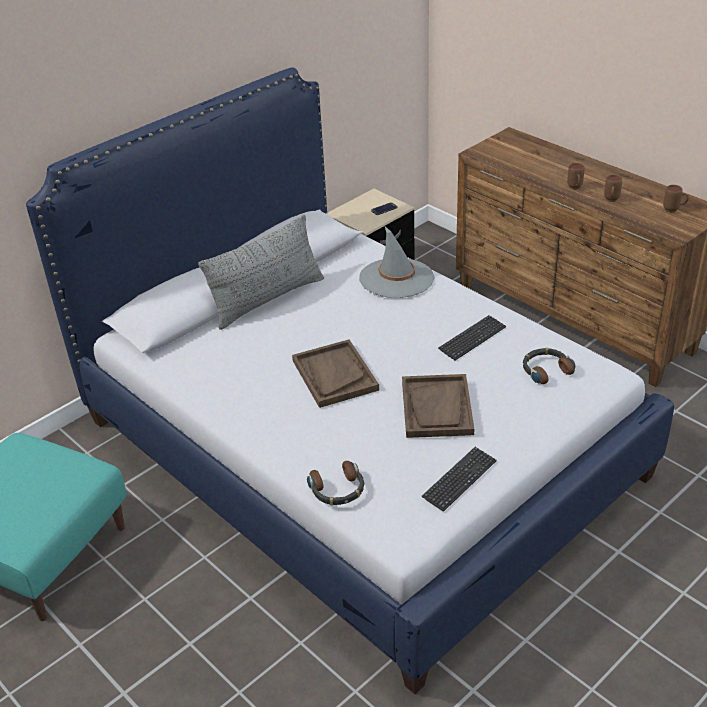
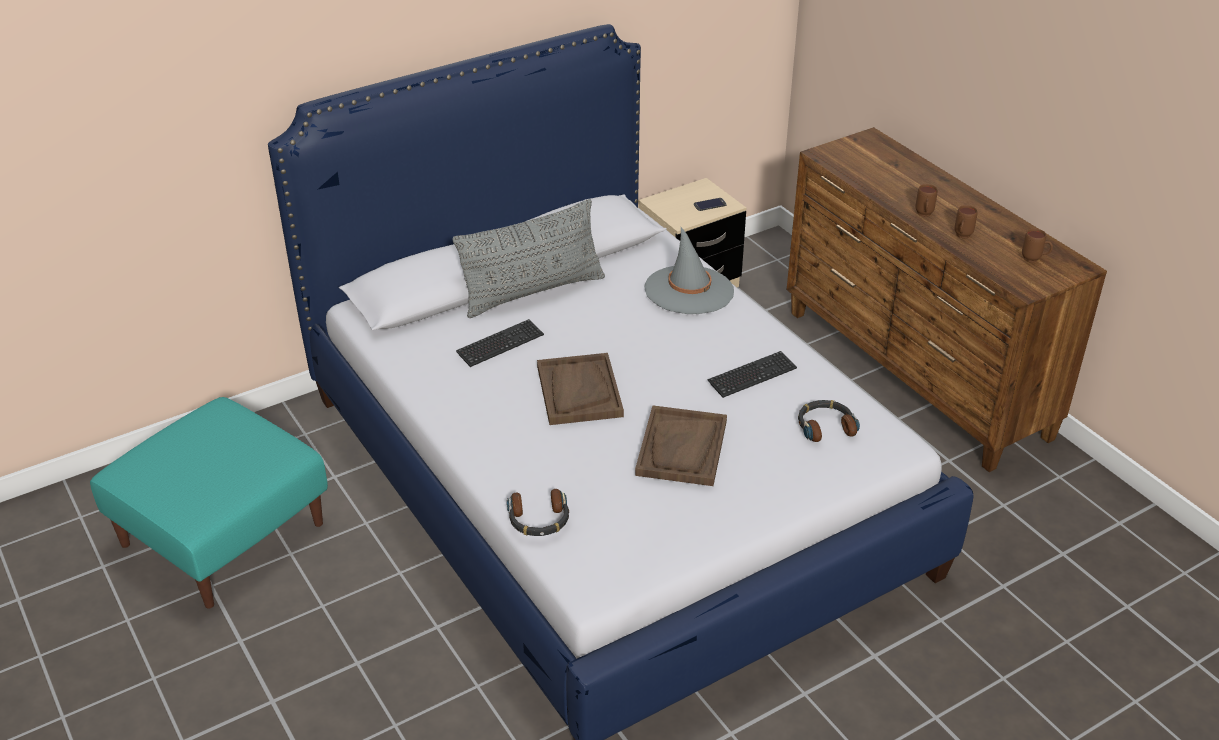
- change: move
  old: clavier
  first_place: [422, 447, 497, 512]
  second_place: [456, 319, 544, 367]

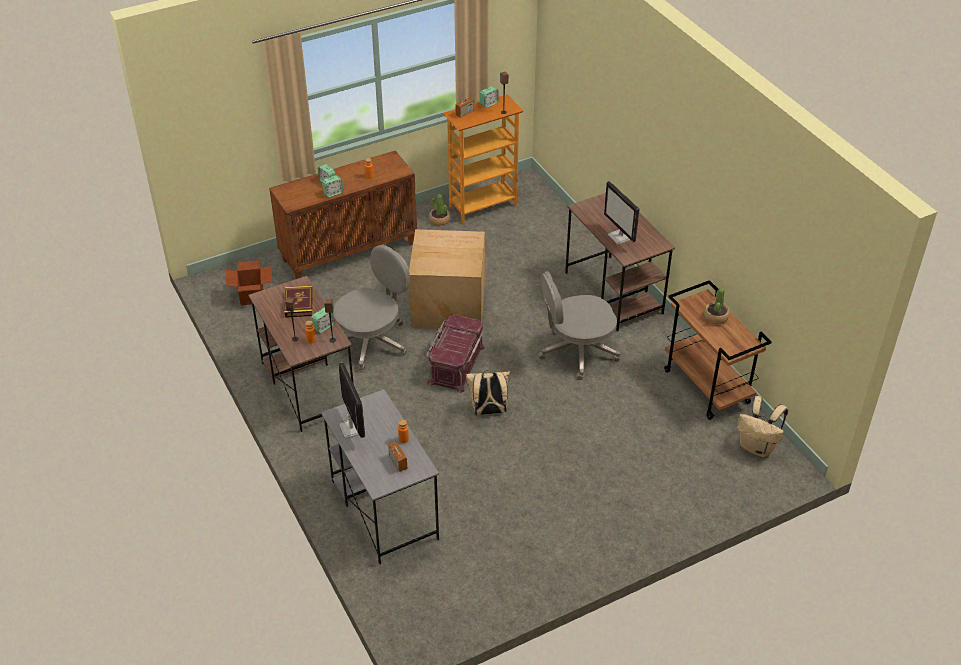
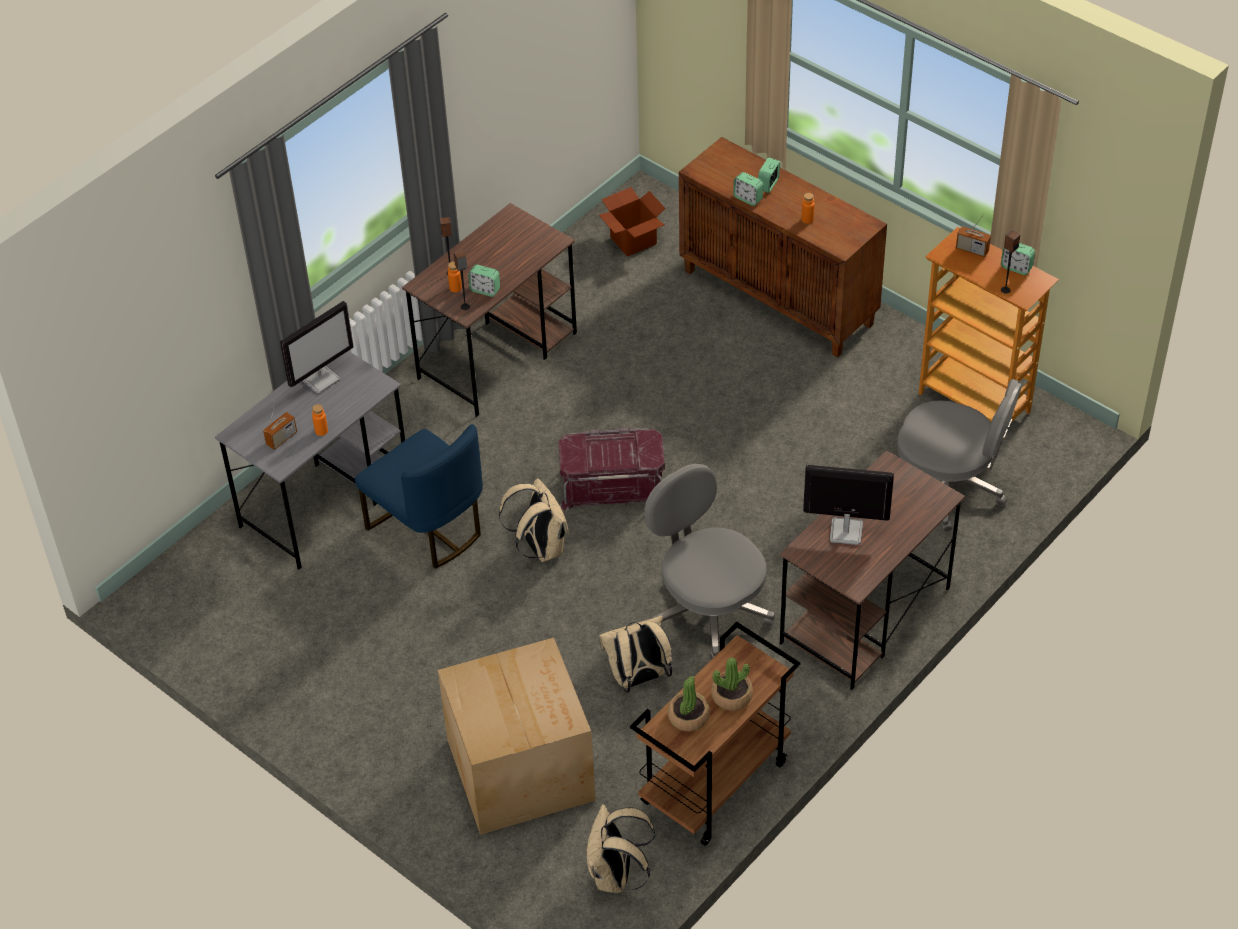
- change: insert
  new: chaise [bleu]
  second_place: [355, 424, 483, 569]
- change: move
  old: carton
  first_place: [409, 229, 485, 329]
  second_place: [438, 638, 596, 835]
- change: insert
  new: sac à dos [beige]
  second_place: [599, 615, 672, 693]
- change: move
  old: plante en pot
  first_place: [429, 194, 450, 226]
  second_place: [668, 676, 710, 731]
- change: rotate
  old: écran d'ordinateur
  first_place: [604, 181, 639, 245]
  second_place: [803, 465, 894, 545]
  degrees: 60
- change: move
  old: chaise de bureau [gris]
  first_place: [333, 245, 410, 371]
  second_place: [897, 379, 1022, 532]
- change: delete
  old: livre
  first_place: [284, 286, 313, 318]

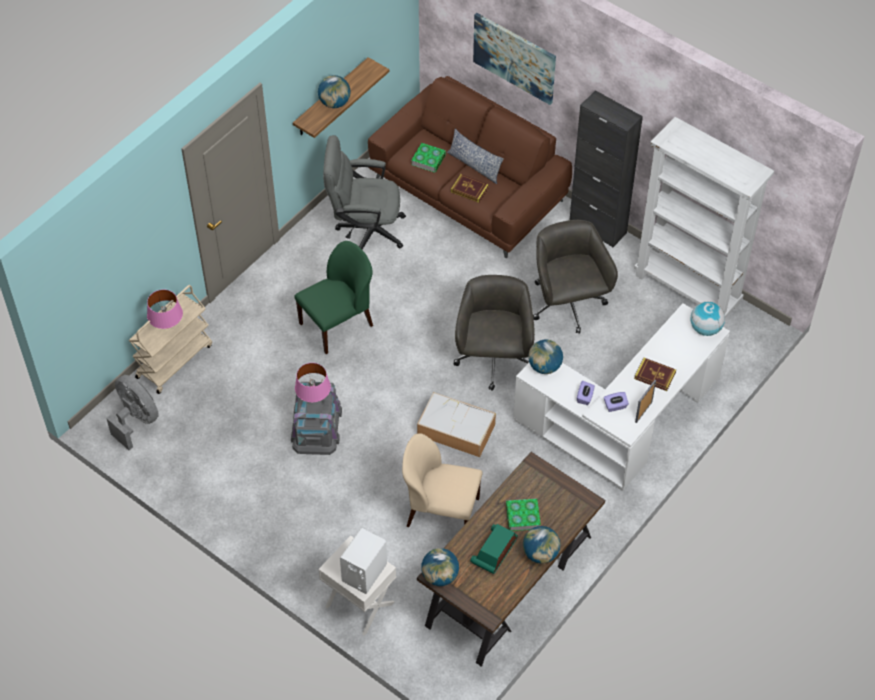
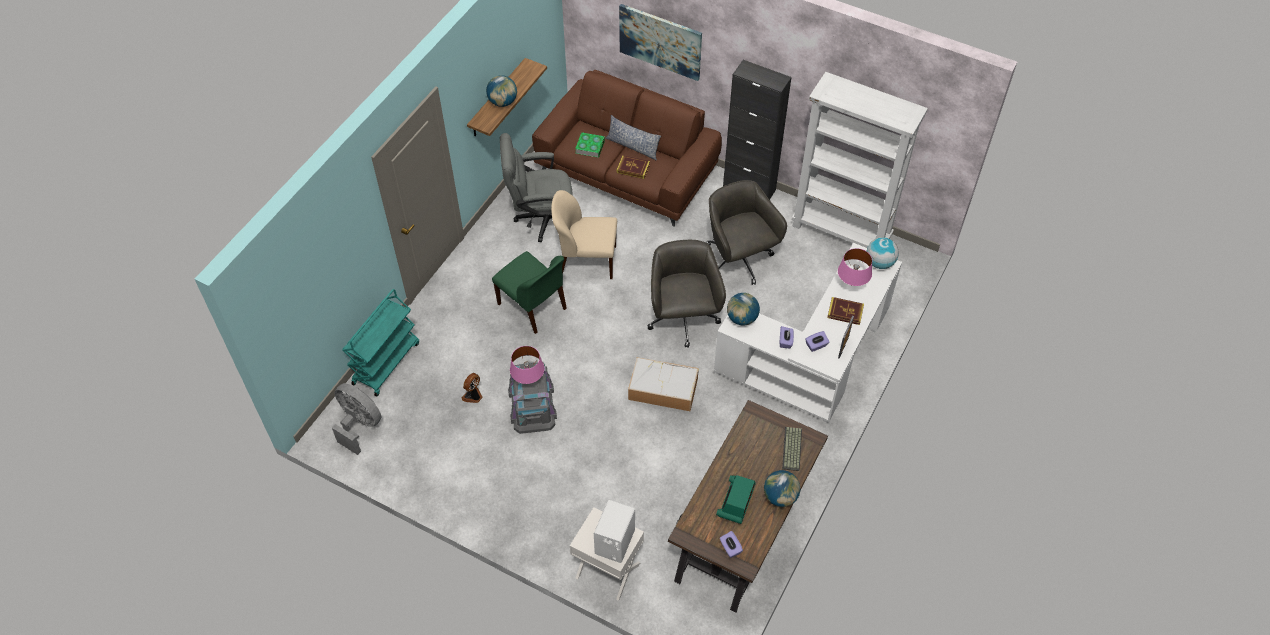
- change: recolor
  old: chariot [beige]
  new: chariot [turquoise]
  first_place: [129, 285, 212, 394]
  second_place: [342, 289, 419, 397]
- change: insert
  new: ventilateur
  second_place: [462, 373, 483, 403]
- change: rotate
  old: chaise [vert]
  first_place: [294, 241, 373, 354]
  second_place: [492, 251, 567, 334]
  degrees: 90
- change: move
  old: chaise [beige]
  first_place: [402, 433, 482, 527]
  second_place: [551, 190, 617, 279]
- change: insert
  new: boîte à mouchoirs [violet]
  second_place: [720, 531, 743, 558]
- change: insert
  new: clavier
  second_place: [782, 427, 802, 471]
- change: move
  old: lampe de table [rose]
  first_place: [147, 290, 183, 329]
  second_place: [838, 248, 872, 286]
- change: delete
  old: globe
  first_place: [421, 548, 459, 586]
- change: delete
  old: livre
  first_place: [506, 499, 541, 531]

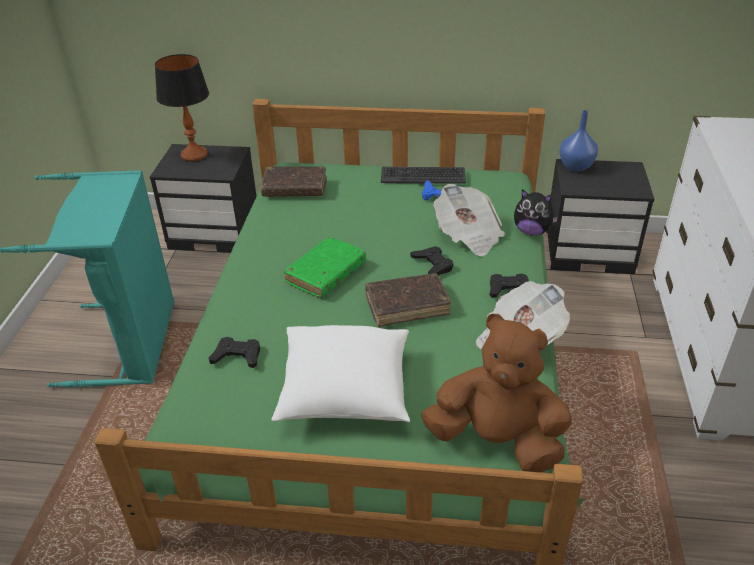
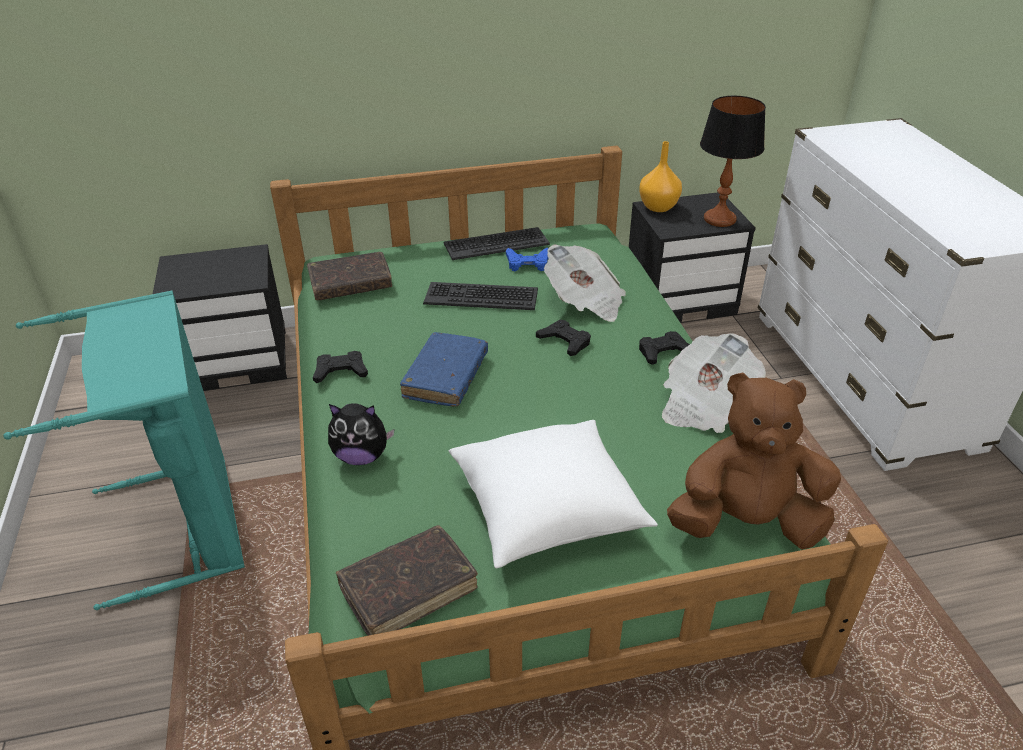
- change: move
  old: manette [noir]
  first_place: [209, 337, 260, 368]
  second_place: [313, 351, 368, 383]
- change: move
  old: peluche
  first_place: [514, 189, 559, 235]
  second_place: [328, 403, 395, 465]
- change: move
  old: livre [marron]
  first_place: [365, 273, 452, 327]
  second_place: [336, 525, 478, 636]
- change: recolor
  old: livre [vert]
  new: livre [bleu]
  first_place: [283, 237, 366, 297]
  second_place: [400, 332, 488, 406]
- change: insert
  new: clavier
  second_place: [423, 282, 538, 310]
- change: recolor
  old: vase [bleu]
  new: vase [orange]
  first_place: [559, 110, 598, 172]
  second_place: [639, 141, 682, 212]
- change: move
  old: lampe de table
  first_place: [155, 54, 209, 162]
  second_place: [700, 96, 766, 227]

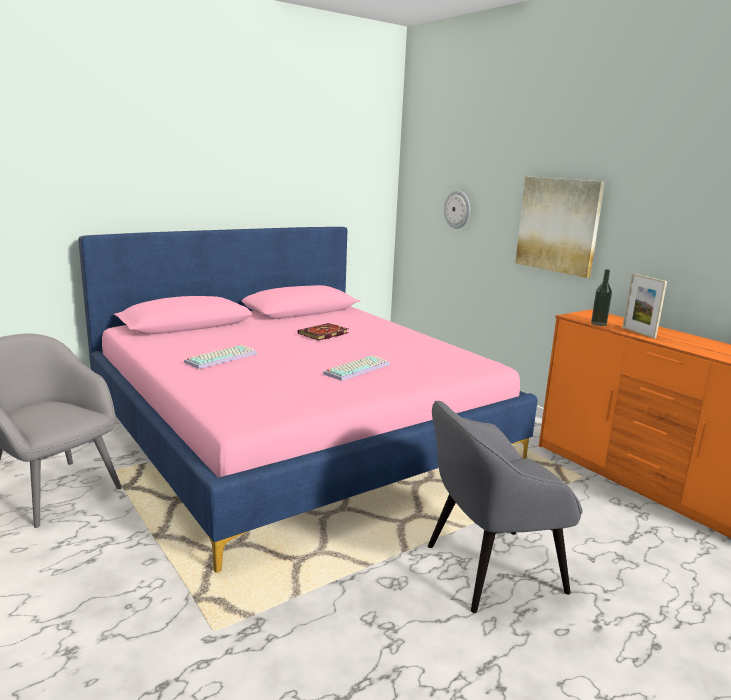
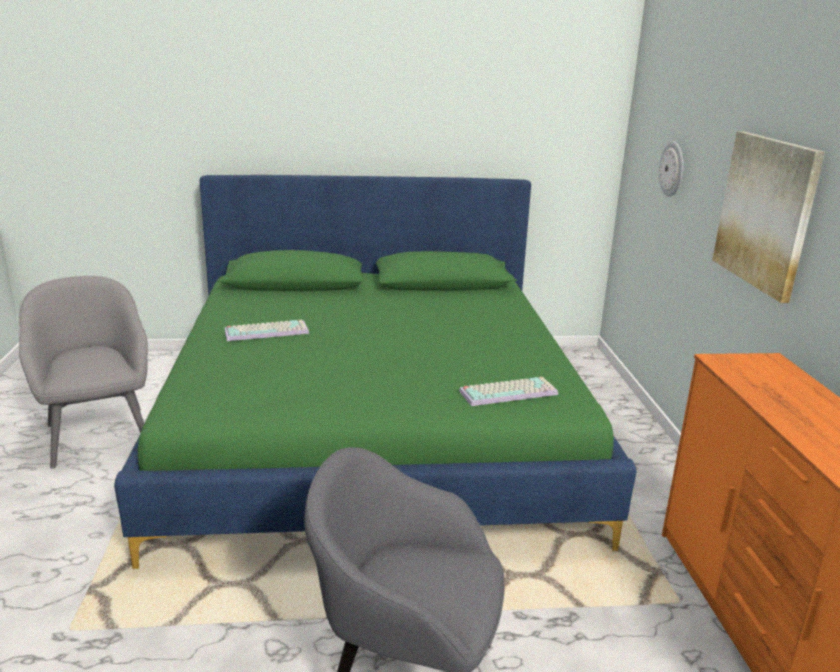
- change: recolor
  old: lit [rose]
  new: lit [vert]
  first_place: [78, 227, 538, 573]
  second_place: [114, 175, 636, 569]
- change: move
  old: clavier
  first_place: [323, 355, 390, 381]
  second_place: [459, 377, 558, 406]
- change: delete
  old: livre
  first_place: [298, 323, 349, 341]
- change: delete
  old: bouteille
  first_place: [591, 269, 612, 326]
- change: delete
  old: cadre photo
  first_place: [622, 273, 667, 339]

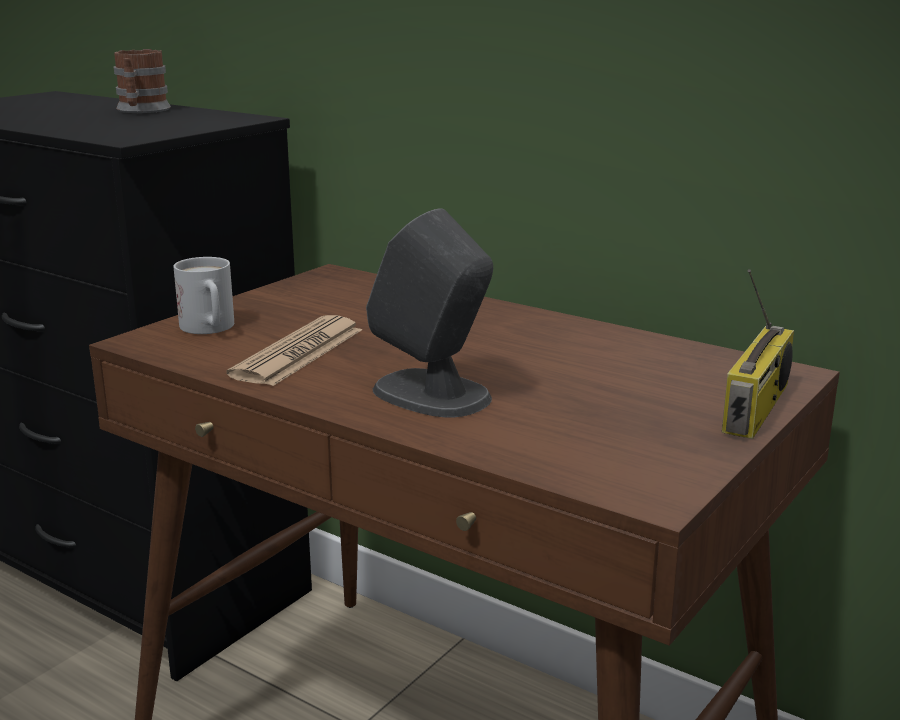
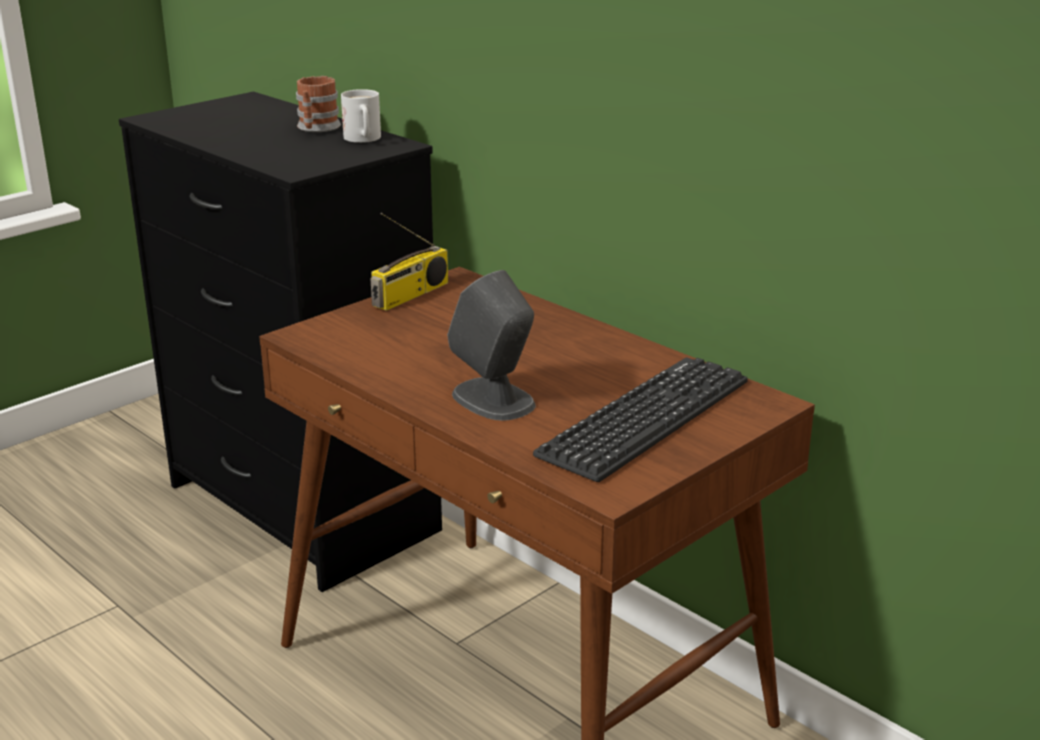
- change: move
  old: mug [blanc]
  first_place: [173, 257, 234, 334]
  second_place: [341, 89, 381, 143]
- change: move
  old: radio
  first_place: [722, 269, 794, 439]
  second_place: [370, 213, 448, 311]
- change: insert
  new: clavier
  second_place: [533, 358, 748, 482]
- change: delete
  old: journal
  first_place: [227, 315, 362, 386]

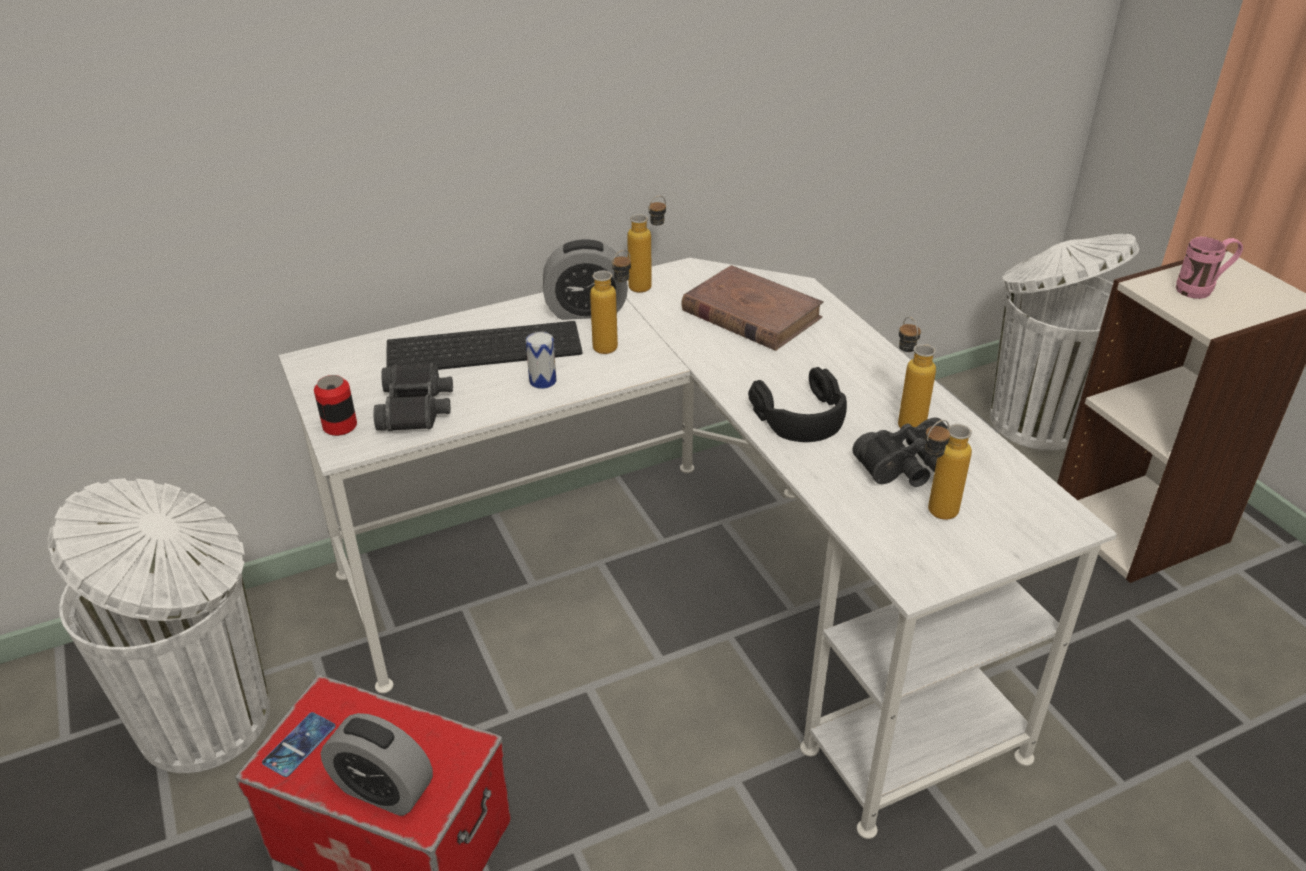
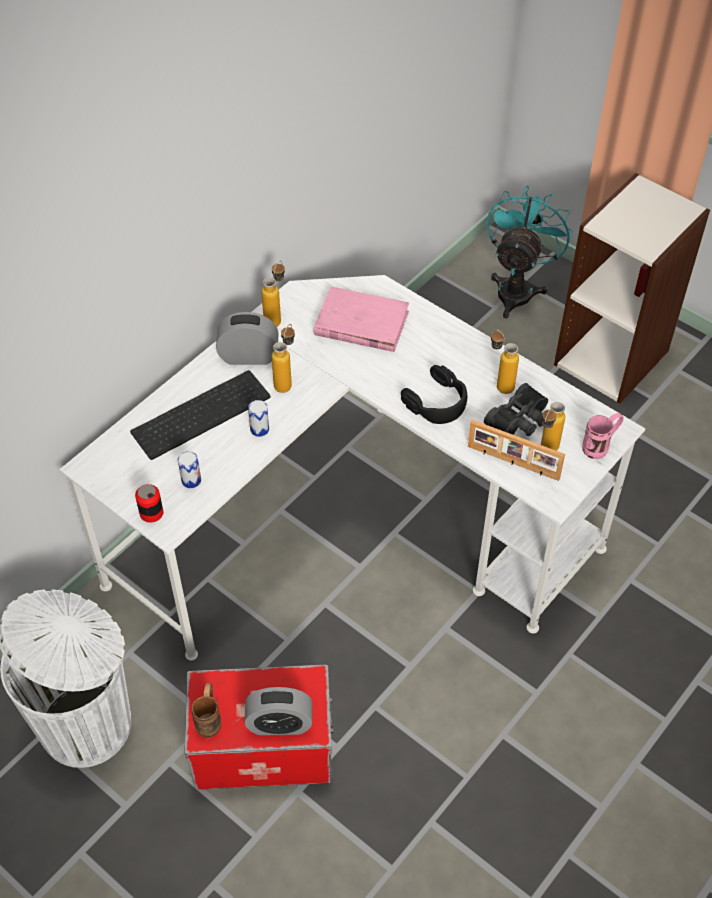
- change: replace
  old: jumelles [noir]
  new: boîte métallique
  first_place: [374, 363, 453, 431]
  second_place: [178, 451, 201, 488]
- change: replace
  old: téléphone
  new: mug [marron]
  first_place: [262, 712, 336, 777]
  second_place: [192, 683, 221, 737]
- change: rotate
  old: réveil
  first_place: [543, 239, 628, 320]
  second_place: [216, 312, 279, 365]
  degrees: -150
- change: recolor
  old: livre [marron]
  new: livre [rose]
  first_place: [681, 265, 824, 351]
  second_place: [314, 287, 409, 352]
- change: insert
  new: cadre photo
  second_place: [468, 420, 565, 481]
- change: replace
  old: poubelle [blanc]
  new: ventilateur [turquoise]
  first_place: [990, 234, 1139, 450]
  second_place: [486, 185, 573, 318]
- change: move
  old: mug [rose]
  first_place: [1176, 236, 1243, 299]
  second_place: [582, 413, 624, 459]

